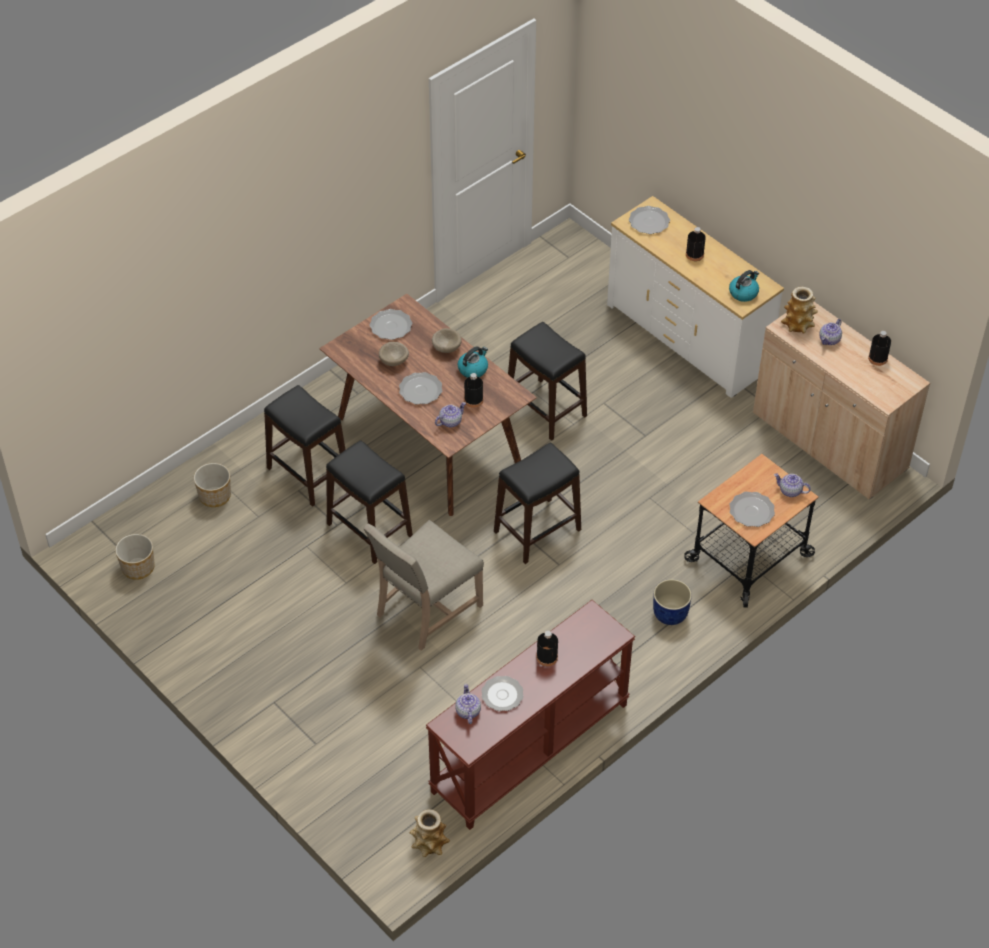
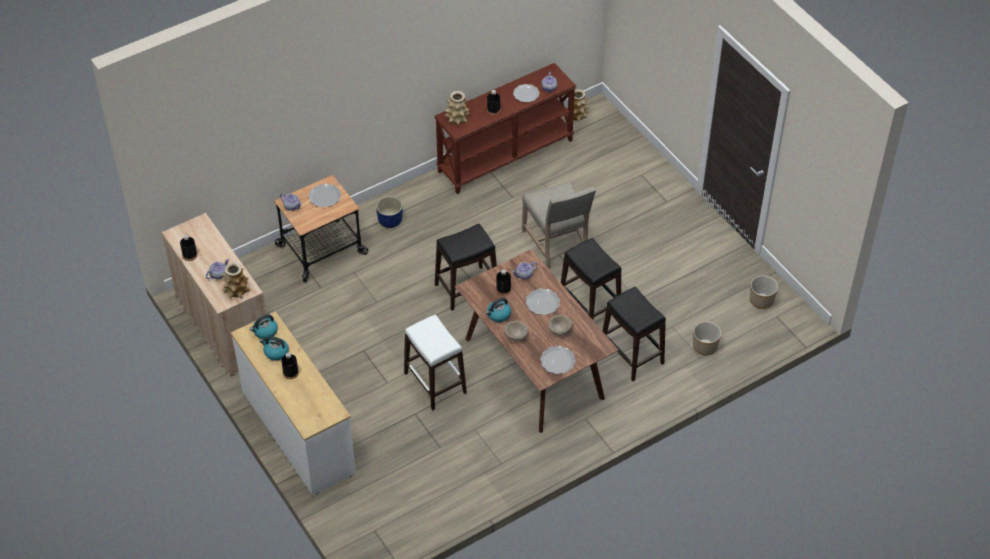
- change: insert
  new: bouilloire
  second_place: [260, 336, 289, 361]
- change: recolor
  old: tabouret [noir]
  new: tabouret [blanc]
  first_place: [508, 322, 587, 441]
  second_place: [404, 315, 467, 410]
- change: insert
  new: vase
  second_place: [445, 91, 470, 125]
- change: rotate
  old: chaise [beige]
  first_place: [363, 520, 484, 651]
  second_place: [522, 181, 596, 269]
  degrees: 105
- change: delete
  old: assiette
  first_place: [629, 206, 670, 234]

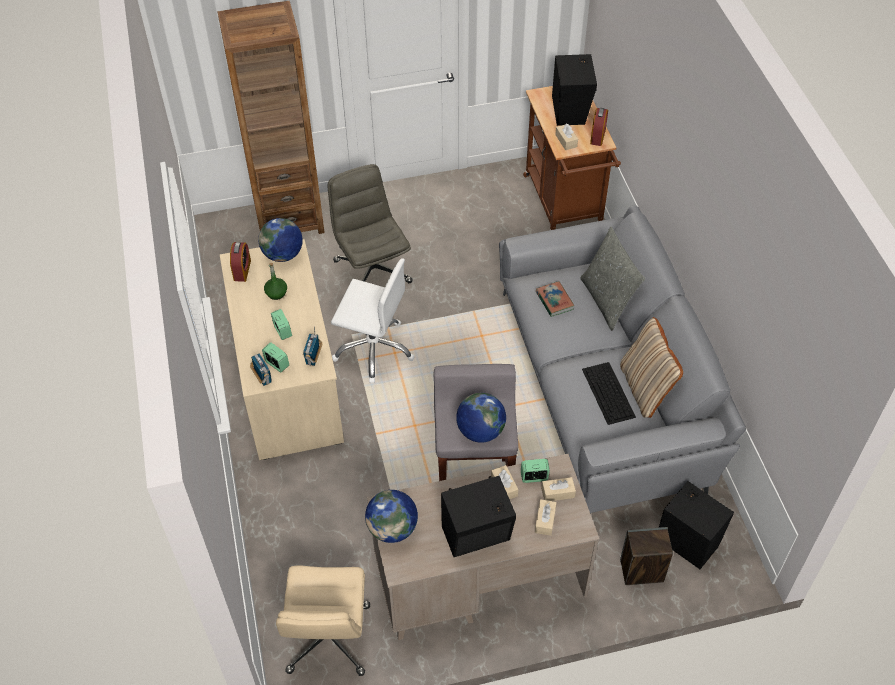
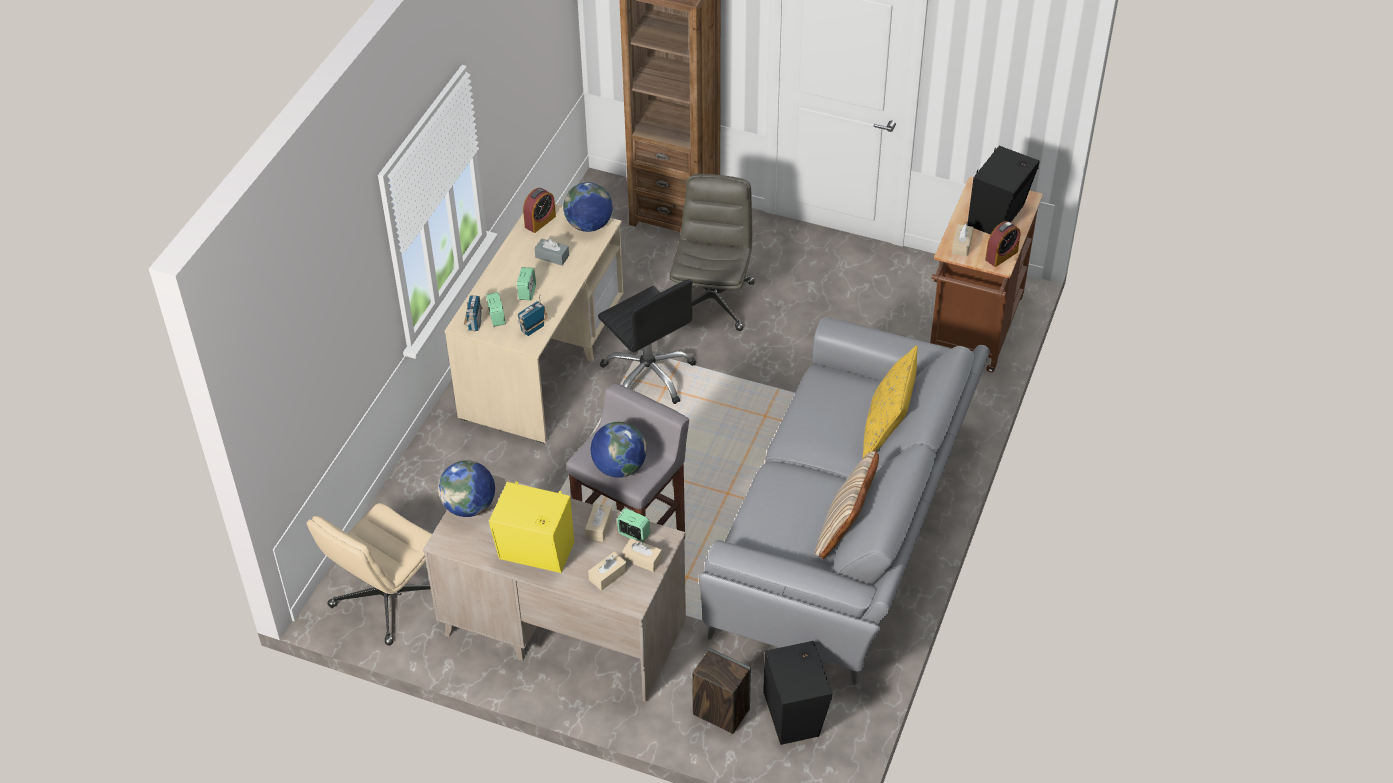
- change: recolor
  old: enceinte [noir]
  new: enceinte [jaune]
  first_place: [441, 476, 516, 557]
  second_place: [489, 481, 574, 573]
- change: replace
  old: bouteille [vert]
  new: boîte à mouchoirs [gris]
  first_place: [264, 263, 287, 300]
  second_place: [535, 238, 569, 266]
- change: recolor
  old: chaise de bureau [blanc]
  new: chaise de bureau [noir]
  first_place: [331, 258, 415, 383]
  second_place: [598, 279, 696, 404]
- change: recolor
  old: coussin [gris]
  new: coussin [jaune]
  first_place: [580, 227, 645, 331]
  second_place: [862, 345, 918, 459]
- change: delete
  old: livre
  first_place: [536, 281, 575, 317]
- change: delete
  old: clavier
  first_place: [582, 362, 636, 425]

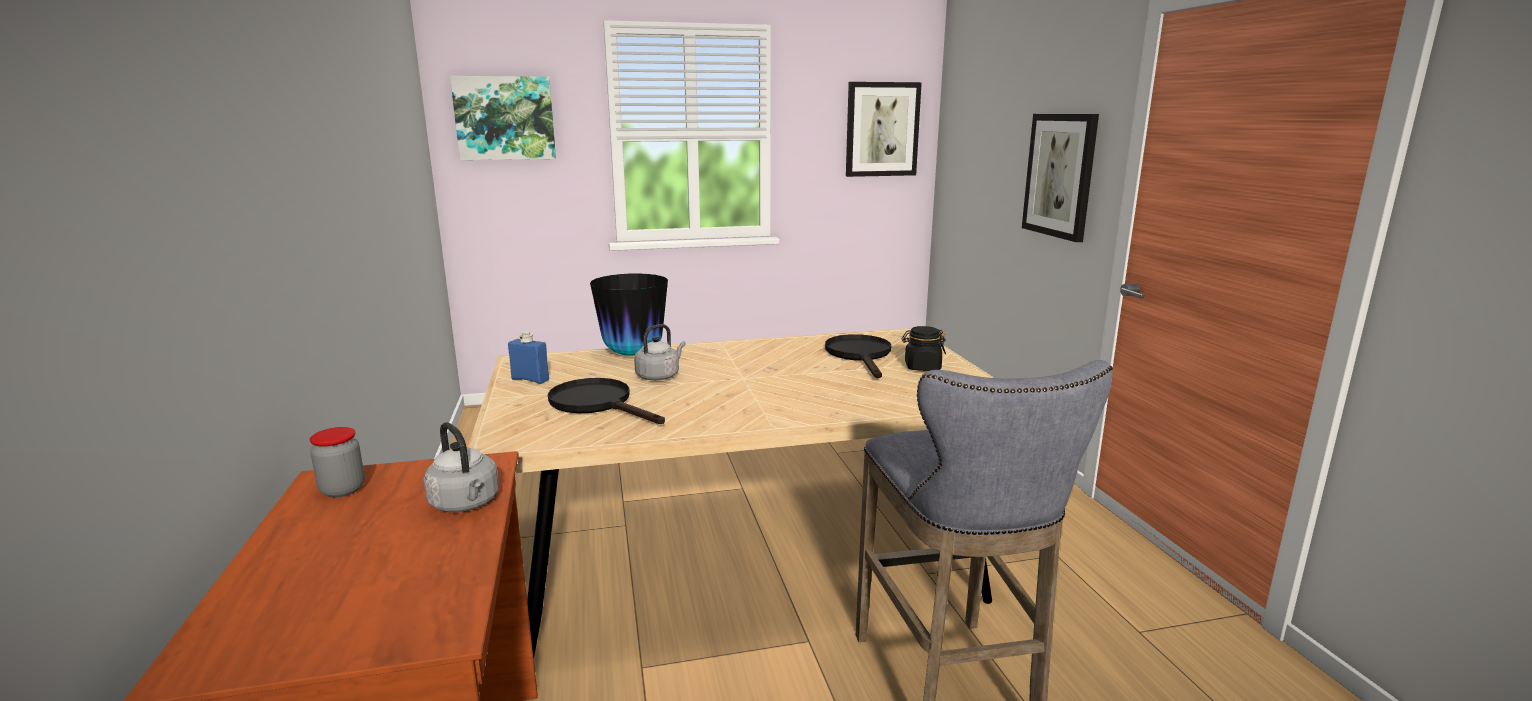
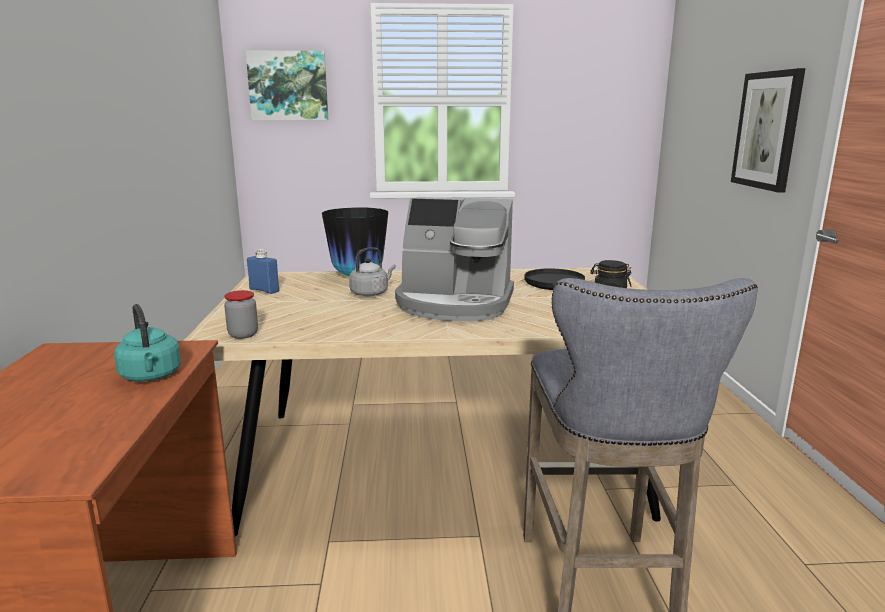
- change: recolor
  old: bouilloire [gris]
  new: bouilloire [turquoise]
  first_place: [423, 422, 499, 512]
  second_place: [114, 304, 181, 382]
- change: move
  old: bocal
  first_place: [310, 427, 365, 497]
  second_place: [224, 290, 258, 339]
- change: insert
  new: machine à café
  second_place: [395, 197, 514, 321]
- change: delete
  old: poêle [noir]
  first_place: [548, 378, 665, 424]
- change: delete
  old: tableau
  first_place: [846, 82, 922, 177]

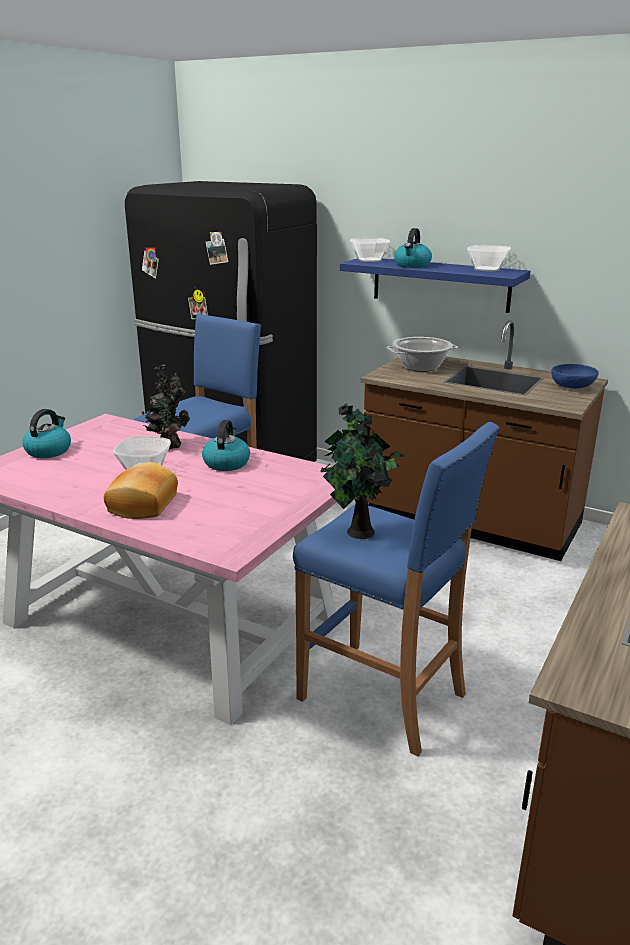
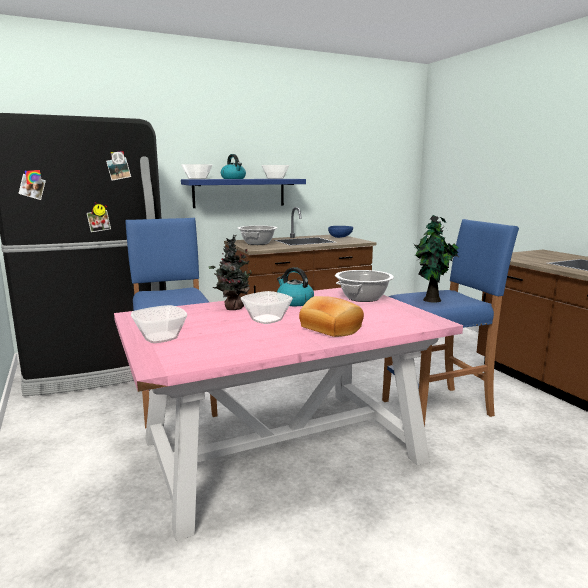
- change: replace
  old: bouilloire
  new: bol
  first_place: [22, 409, 71, 458]
  second_place: [131, 305, 187, 343]
- change: insert
  new: marmite
  second_place: [335, 270, 394, 302]

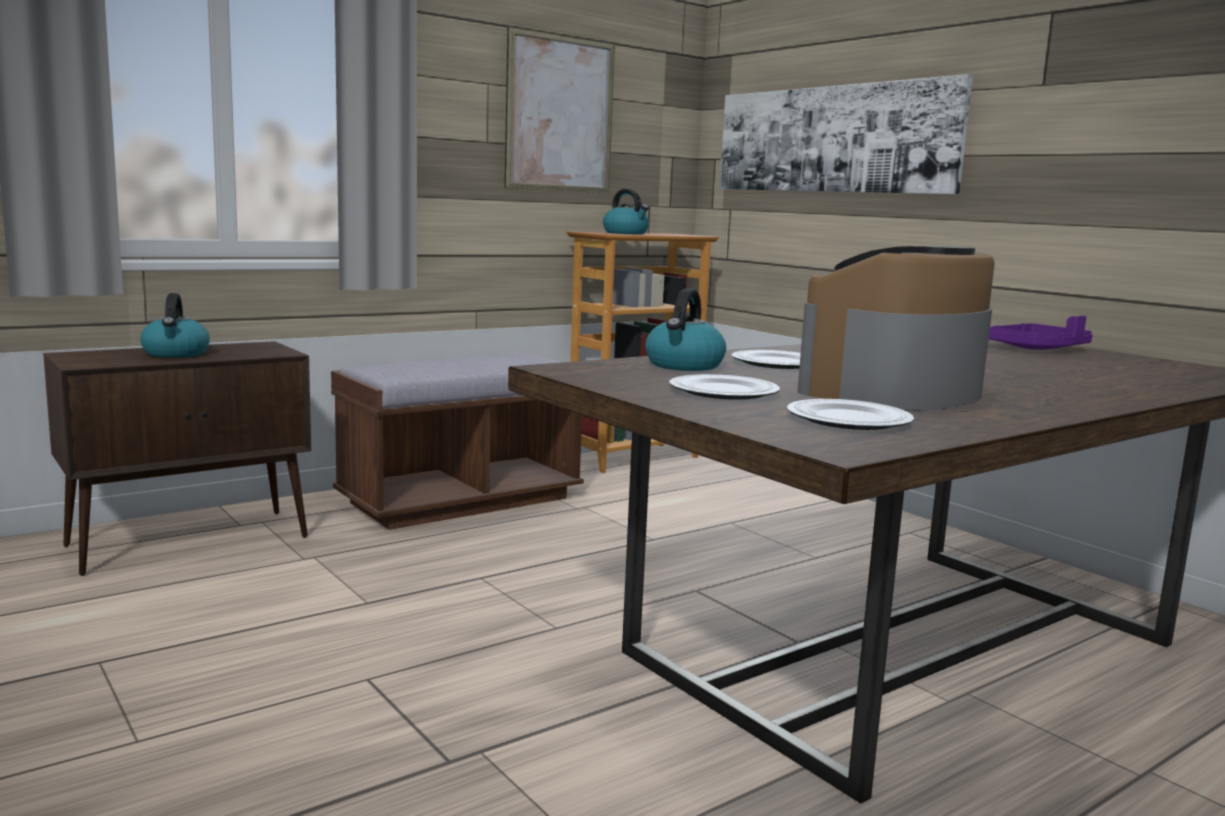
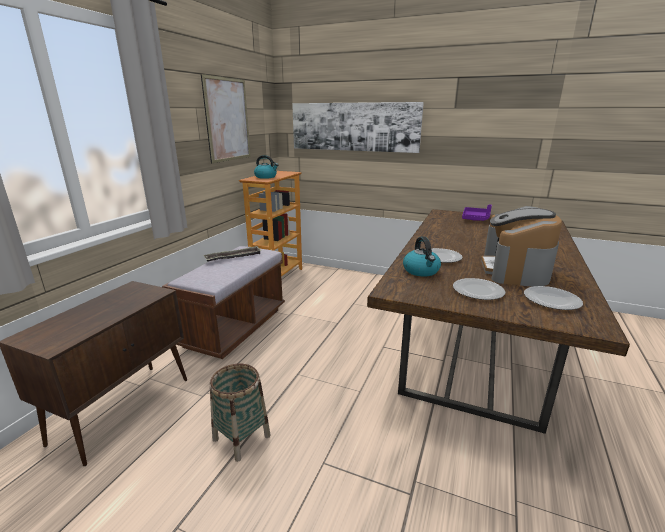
- change: insert
  new: plateau
  second_place: [203, 246, 261, 262]
- change: insert
  new: panier
  second_place: [210, 364, 271, 462]
- change: delete
  old: bouilloire
  first_place: [140, 293, 210, 358]

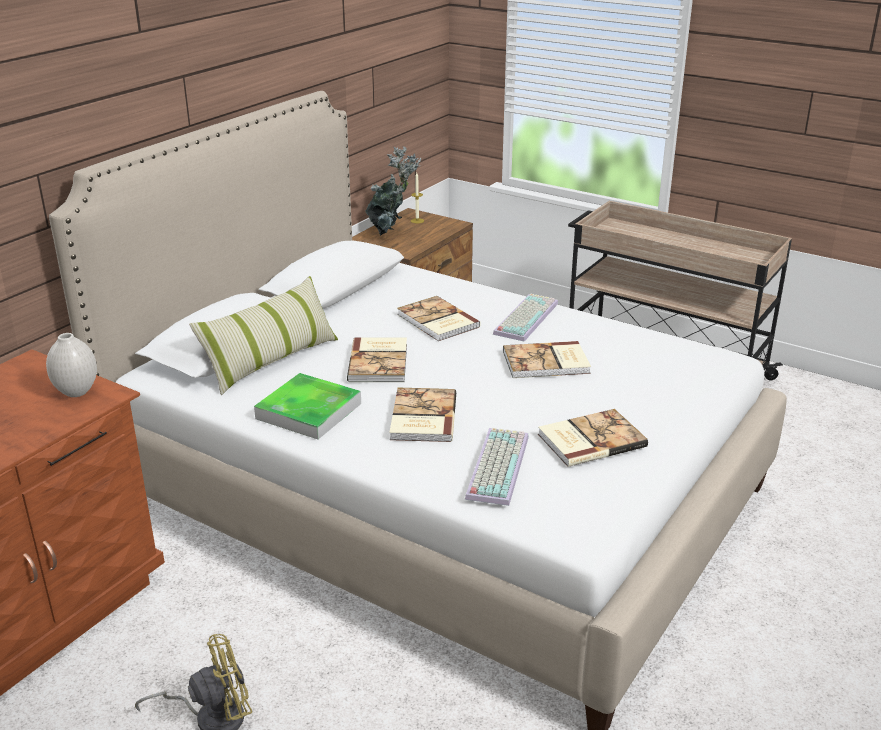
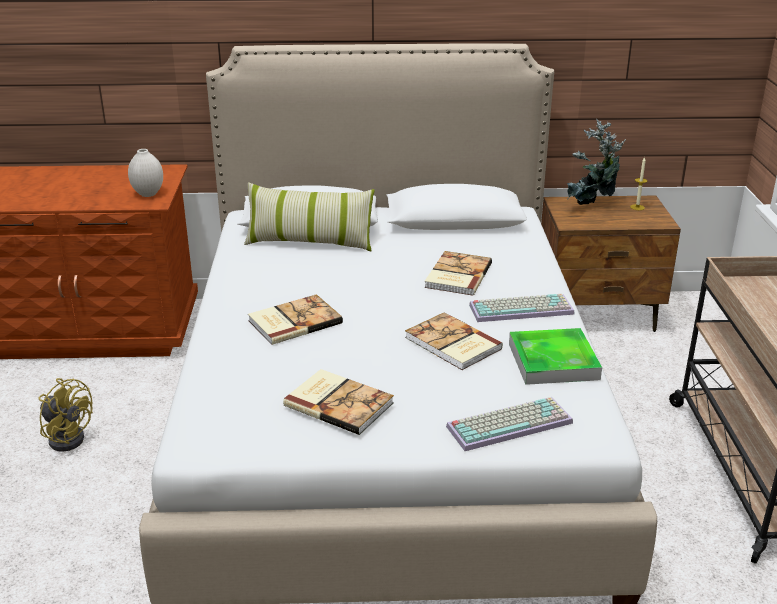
- change: move
  old: clavier
  first_place: [465, 428, 529, 506]
  second_place: [446, 397, 573, 451]
- change: move
  old: plateau
  first_place: [254, 373, 361, 439]
  second_place: [509, 328, 602, 385]
- change: delete
  old: livre
  first_place: [347, 337, 407, 382]

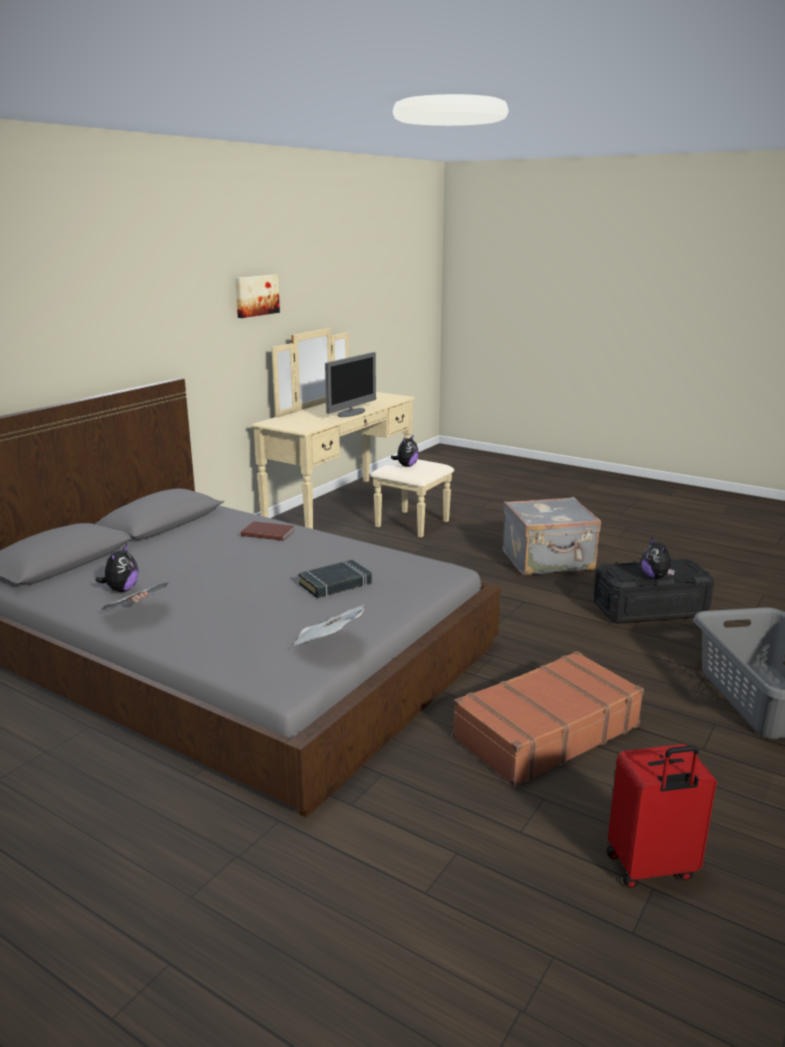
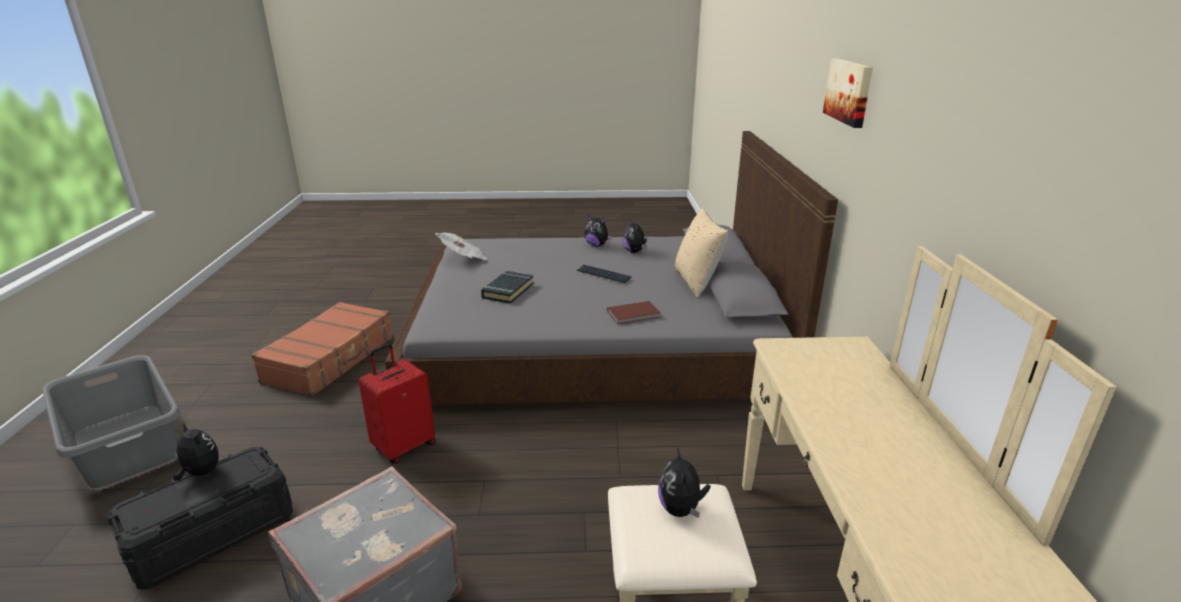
- change: move
  old: valise [rouge]
  first_place: [607, 744, 717, 888]
  second_place: [358, 343, 436, 463]
- change: insert
  new: clavier
  second_place: [577, 265, 632, 283]
- change: replace
  old: journal
  new: peluche
  first_place: [102, 582, 169, 610]
  second_place: [584, 215, 612, 247]
- change: insert
  new: coussin [beige]
  second_place: [675, 208, 728, 298]
- change: move
  old: tableau
  first_place: [235, 275, 280, 318]
  second_place: [823, 58, 873, 128]
- change: delete
  old: écran d'ordinateur
  first_place: [325, 352, 376, 417]

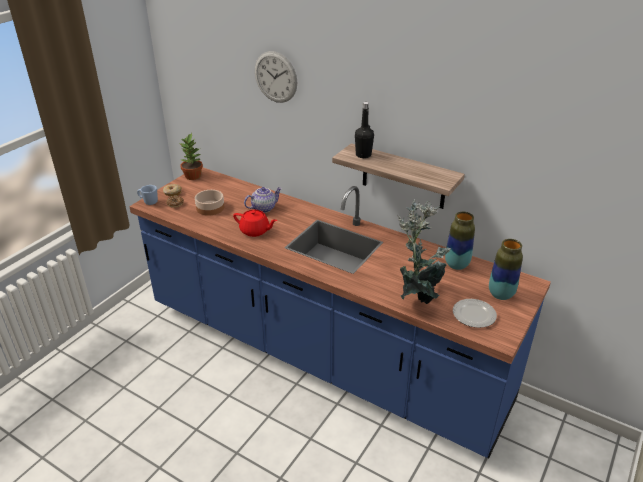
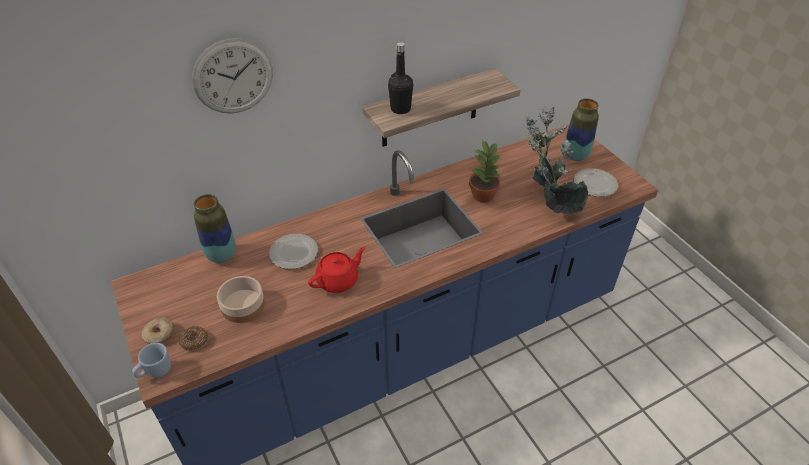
- change: move
  old: vase
  first_place: [445, 212, 475, 270]
  second_place: [194, 194, 236, 263]
- change: replace
  old: théière
  new: assiette
  first_place: [244, 187, 282, 213]
  second_place: [269, 234, 318, 269]
- change: move
  old: plante en pot
  first_place: [179, 133, 203, 180]
  second_place: [469, 139, 501, 203]

